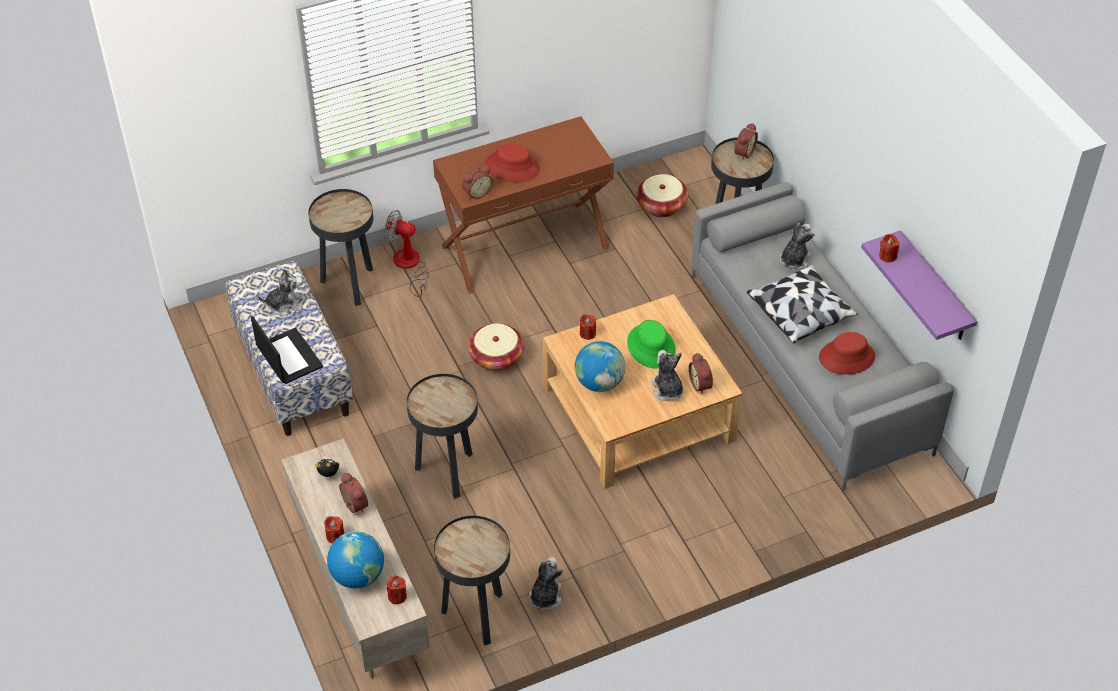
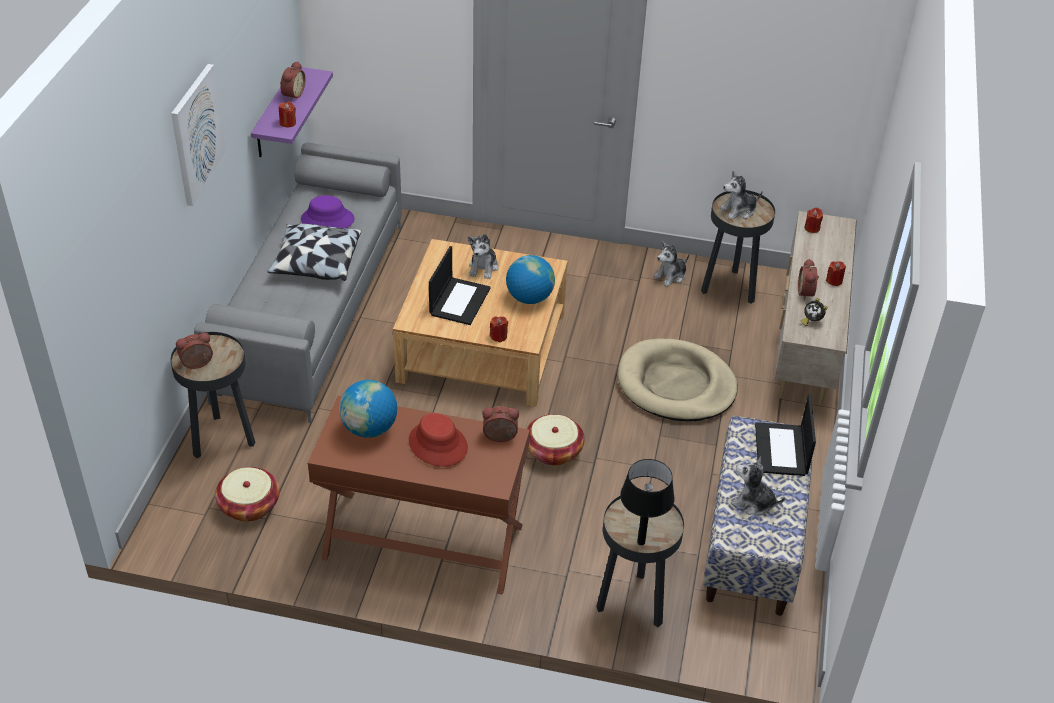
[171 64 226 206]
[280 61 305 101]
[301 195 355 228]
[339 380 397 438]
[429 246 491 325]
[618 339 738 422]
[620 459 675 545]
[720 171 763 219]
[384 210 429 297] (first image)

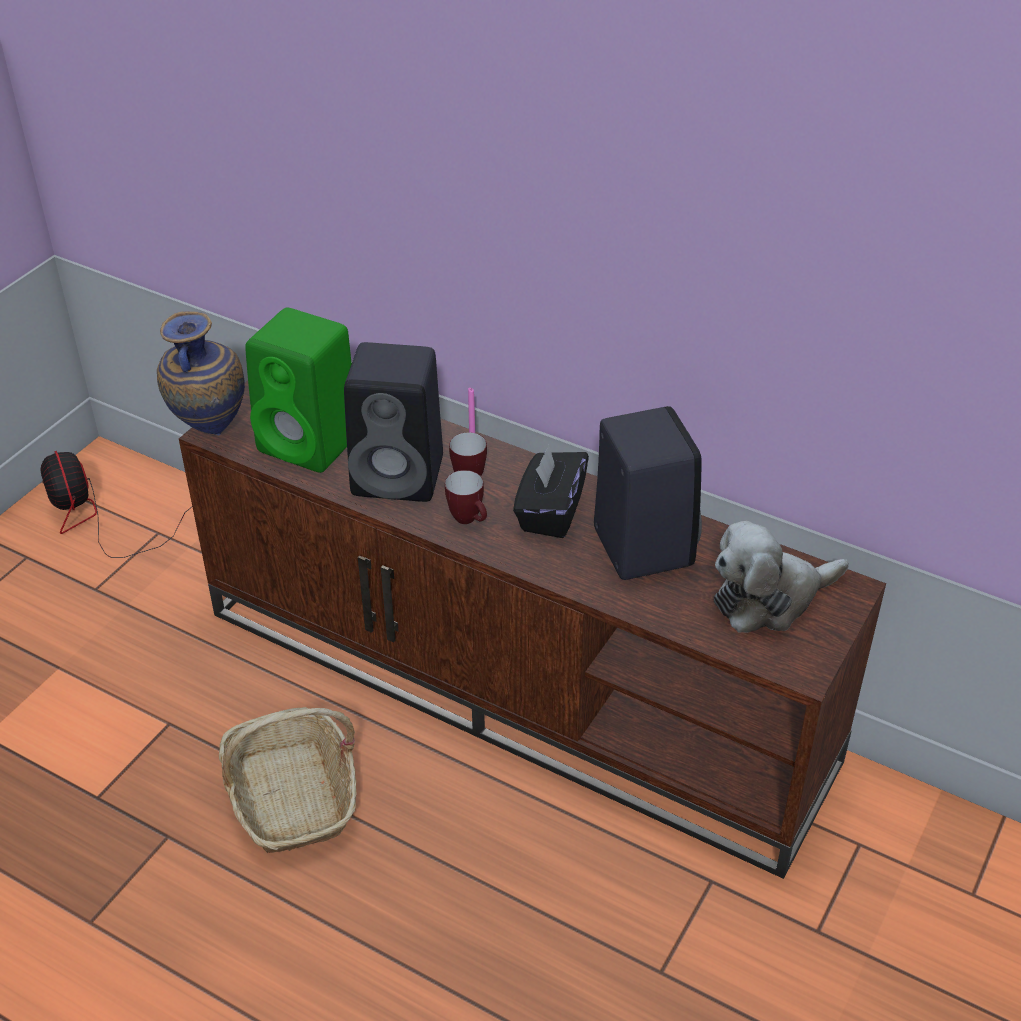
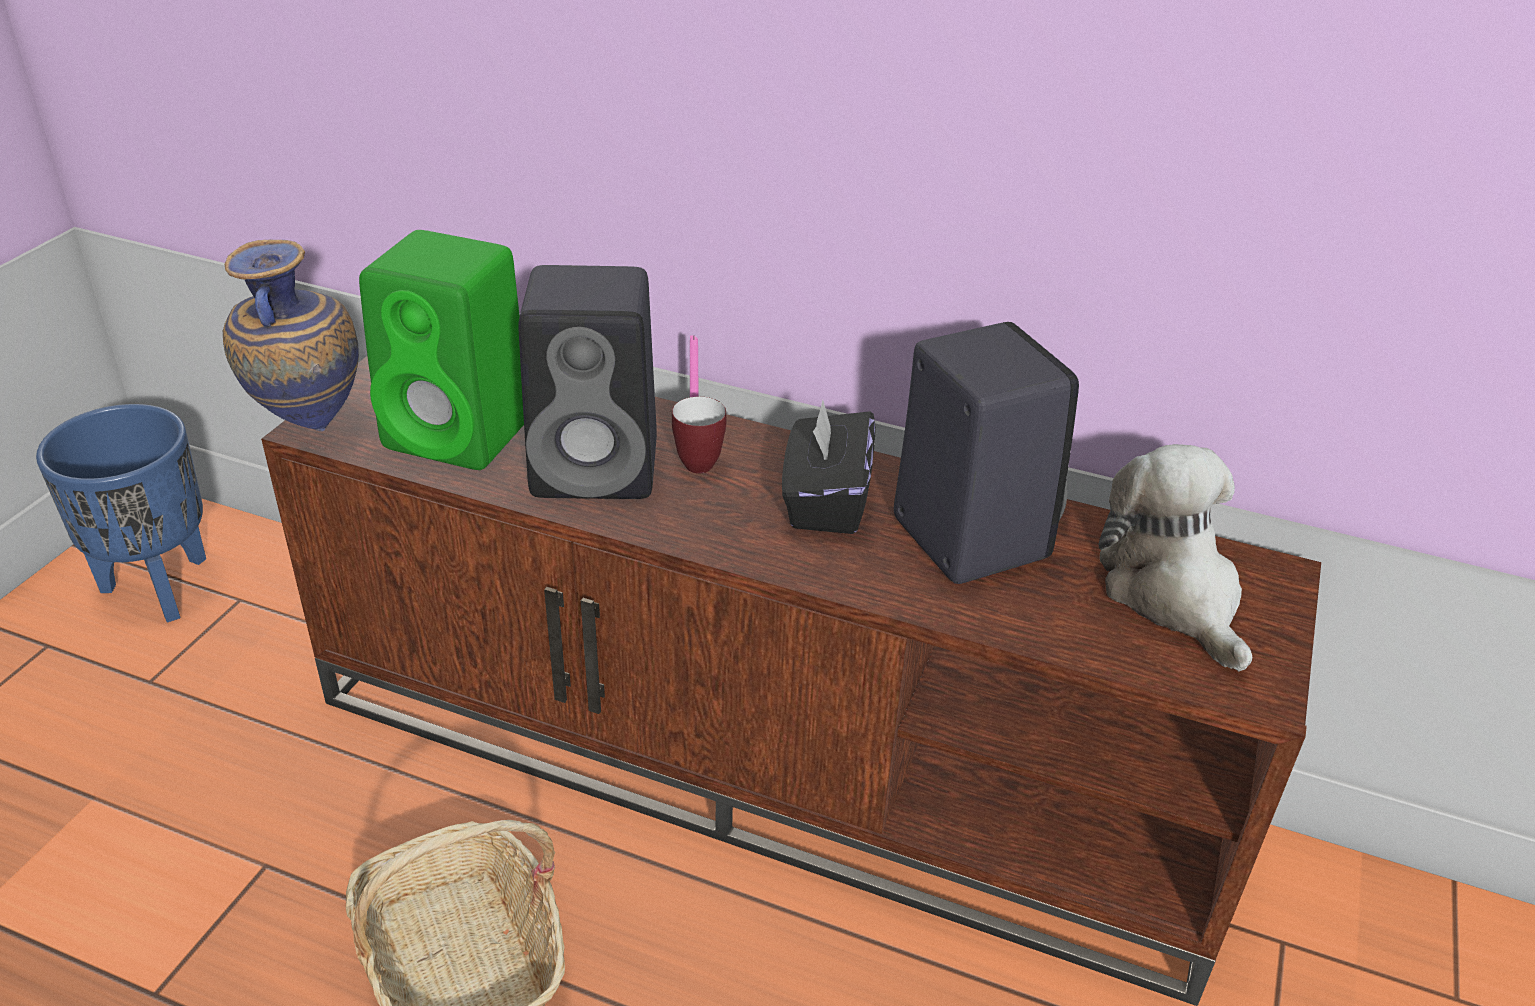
[36 404 206 623]
[1099 444 1252 672]
[445 470 487 524] (first image)

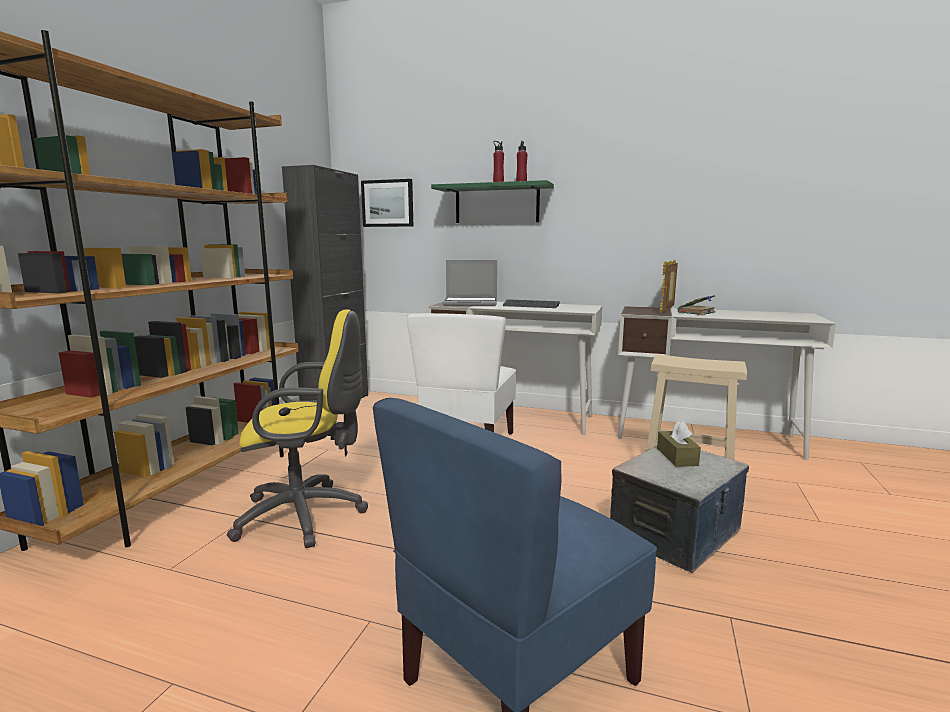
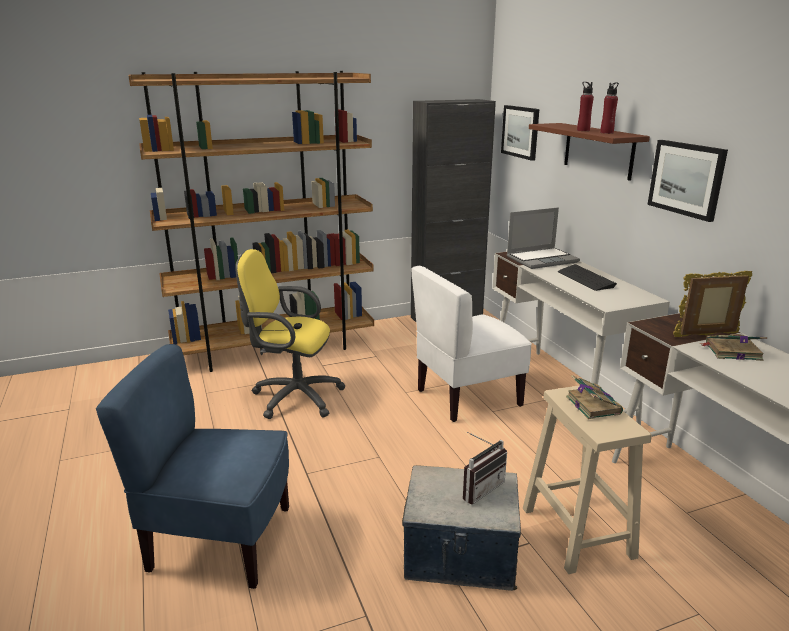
[235 249 346 419]
[463 432 507 504]
[507 207 580 269]
[529 123 650 181]
[566 375 623 419]
[648 140 728 222]

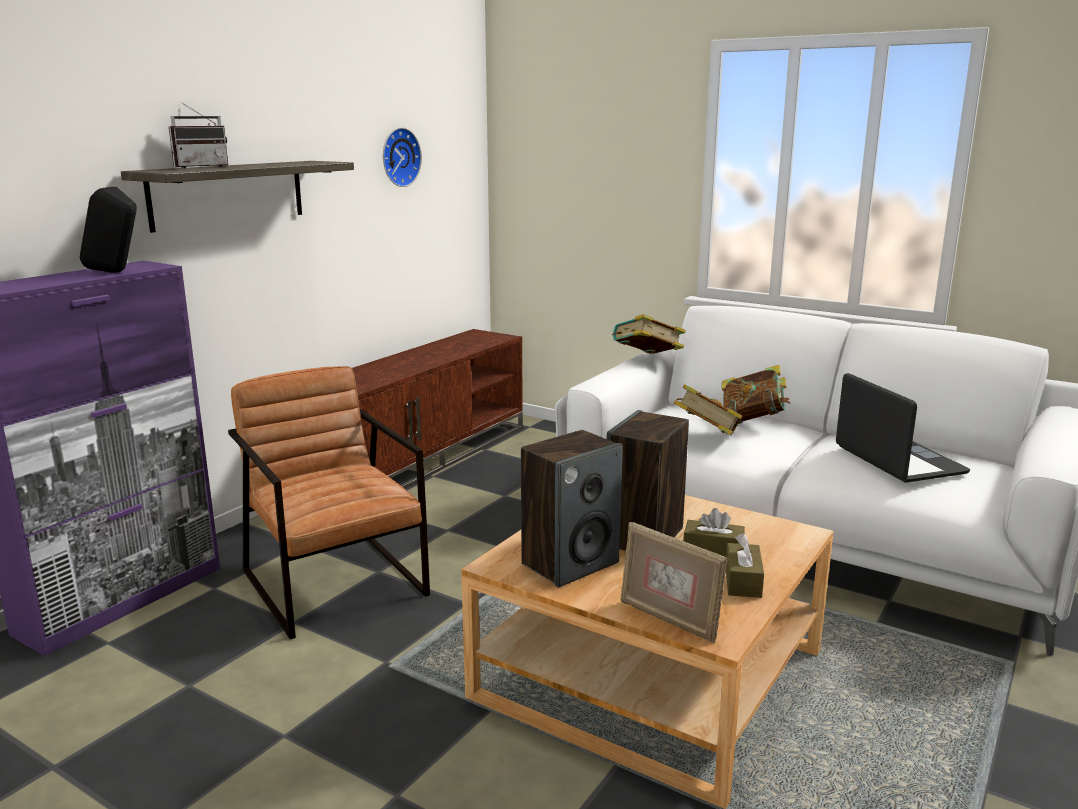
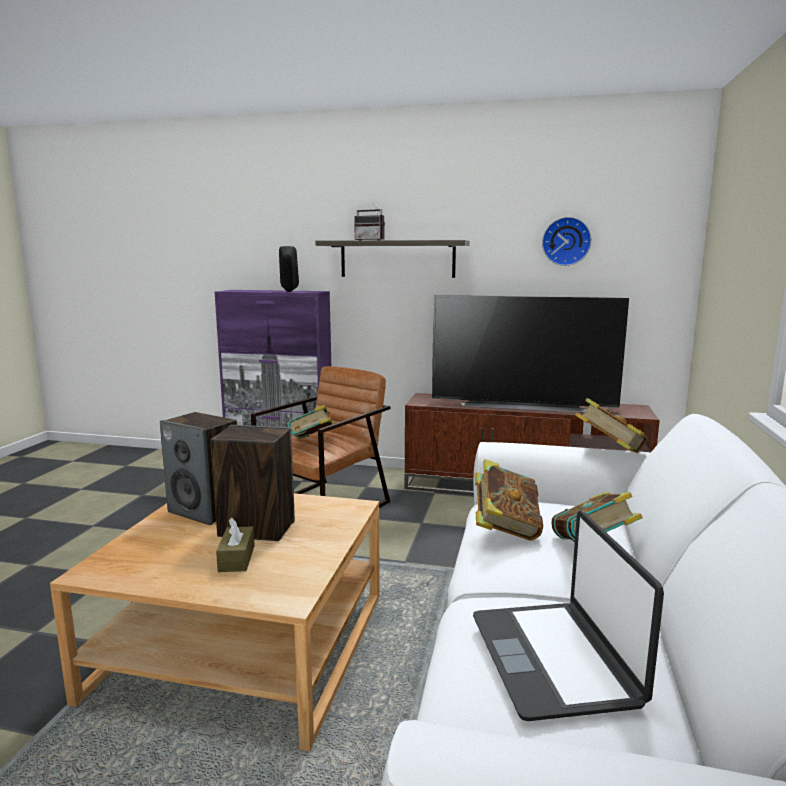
[288 405 335 439]
[432 295 629 412]
[473 511 664 721]
[620 522 727 643] (first image)
[726 533 764 598] (first image)

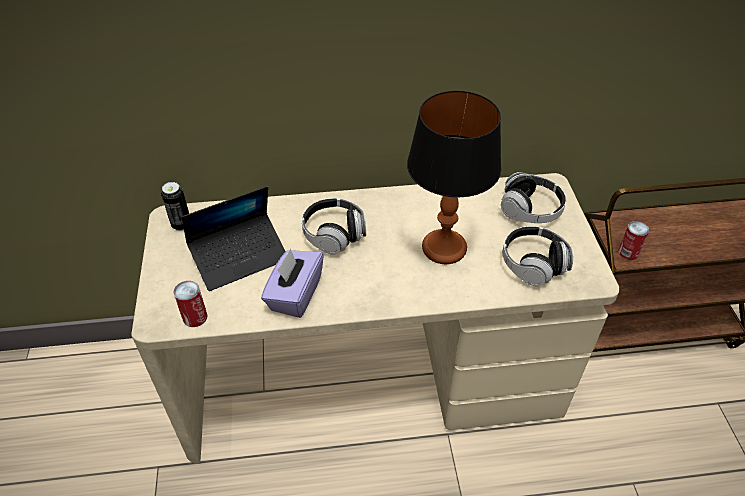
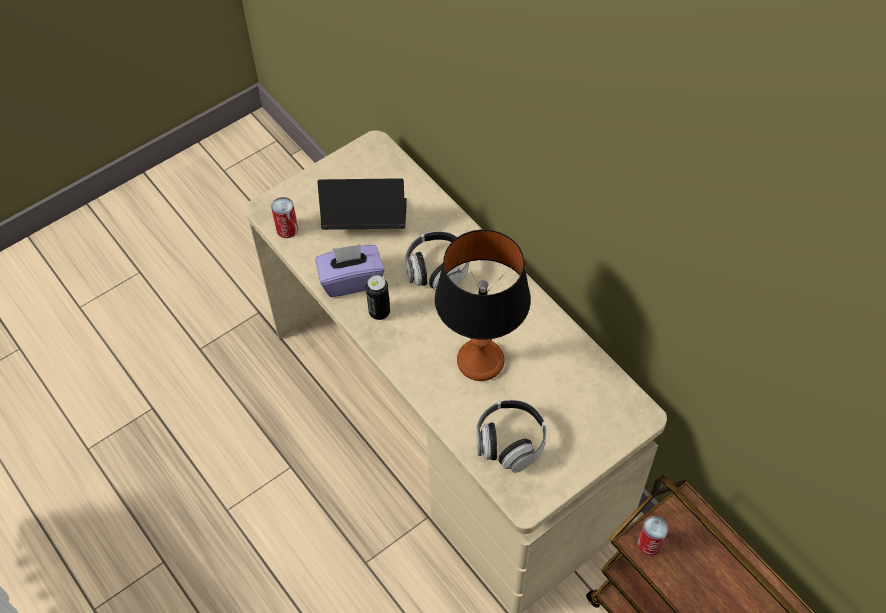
[317 178 407 230]
[366 275 390 320]
[501 172 566 223] (first image)

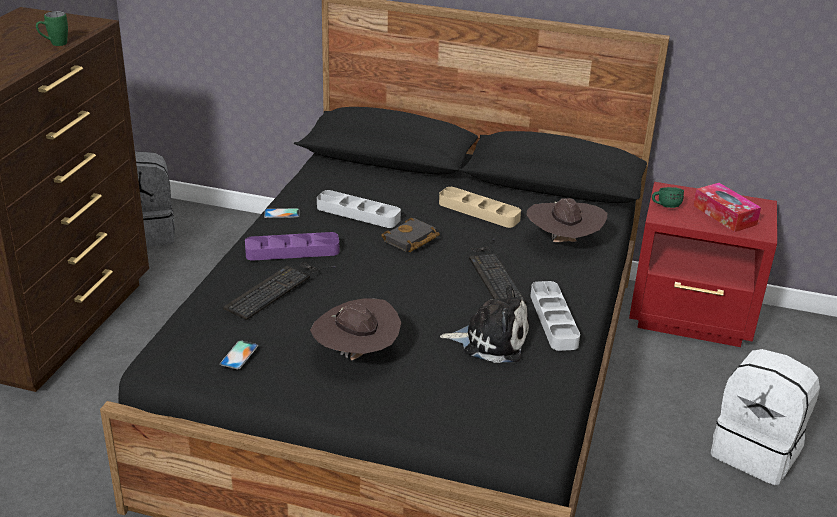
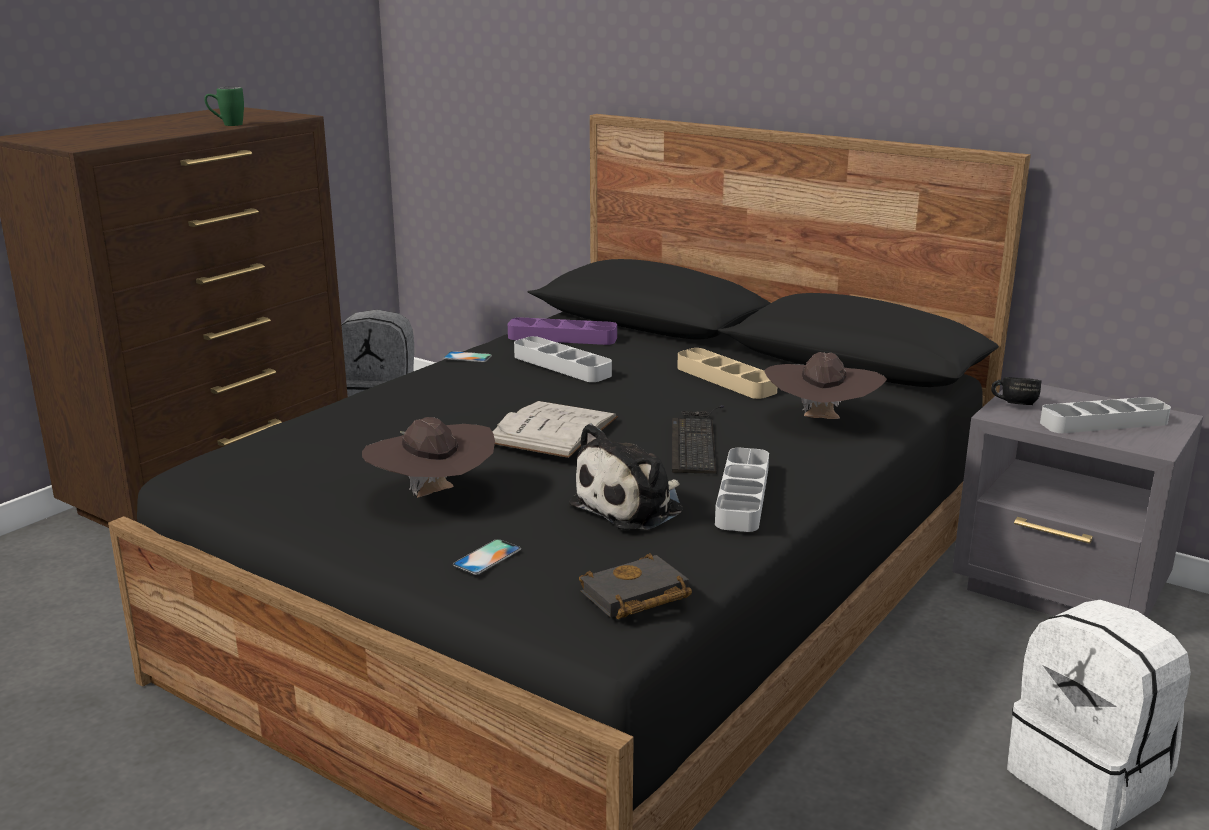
[453 539 521 575]
[493 401 618 458]
[508 317 617 345]
[569 423 683 530]
[579 553 692 619]
[952 384 1203 618]
[991 377 1042 405]
[1040 397 1171 433]
[223 262 336 320] (first image)

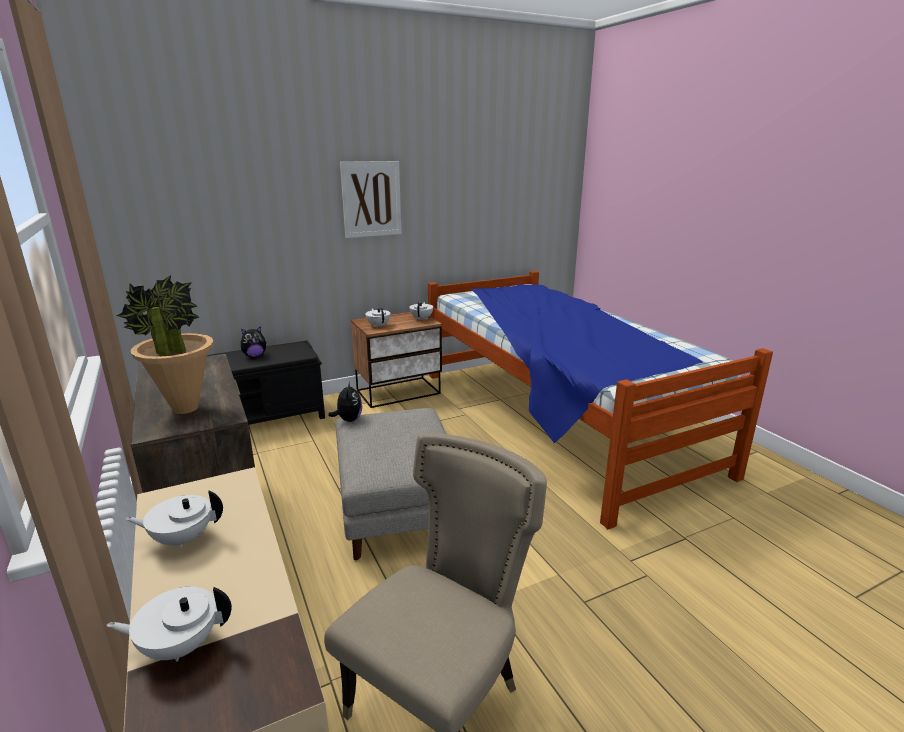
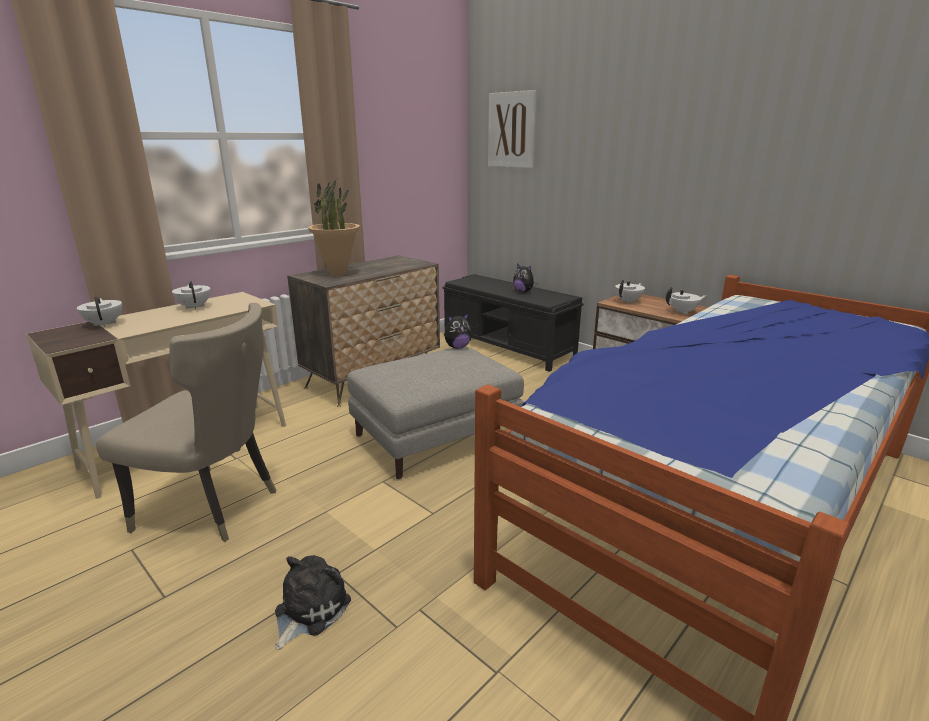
[275 555 351 650]
[488 90 537 168]

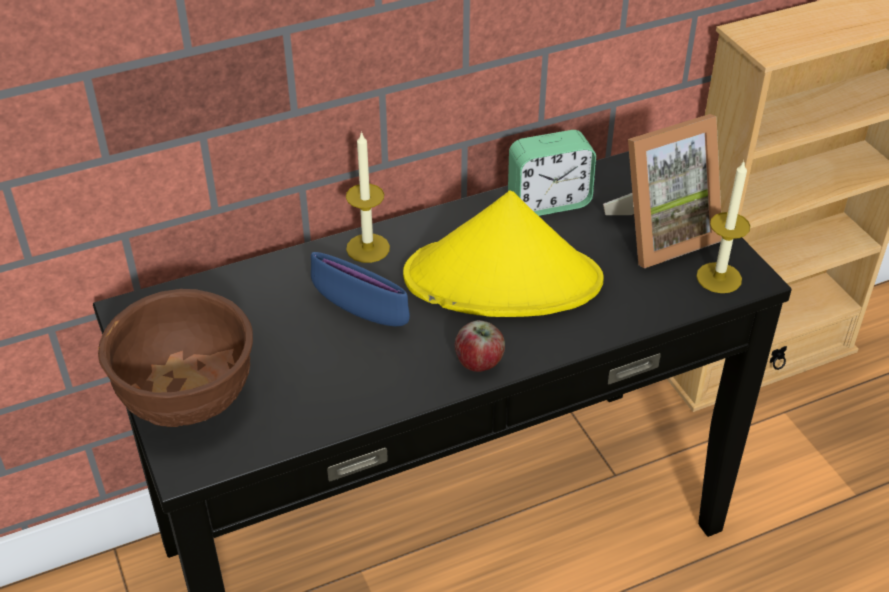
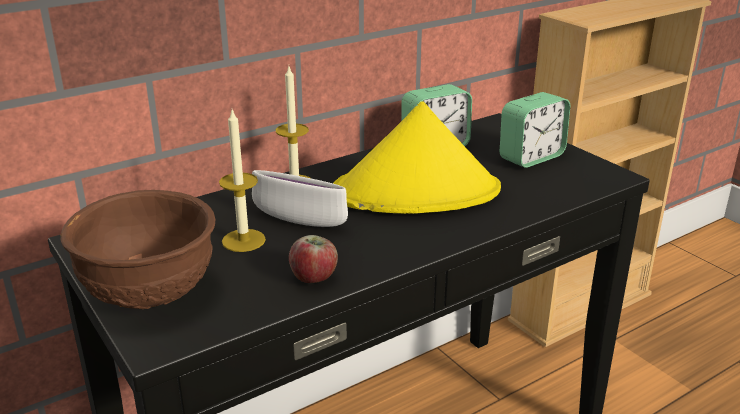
[219 110 266 252]
[252 170 348 227]
[289 235 338 283]
[500 92 570 168]

